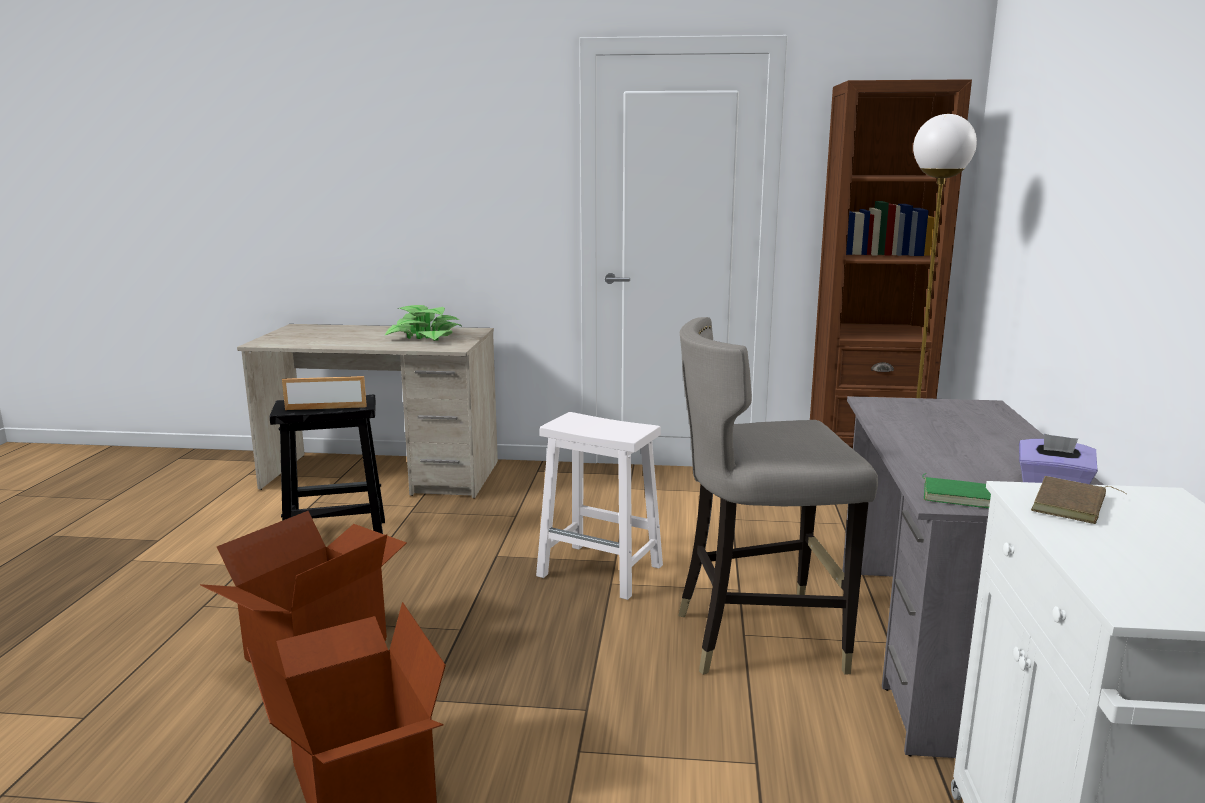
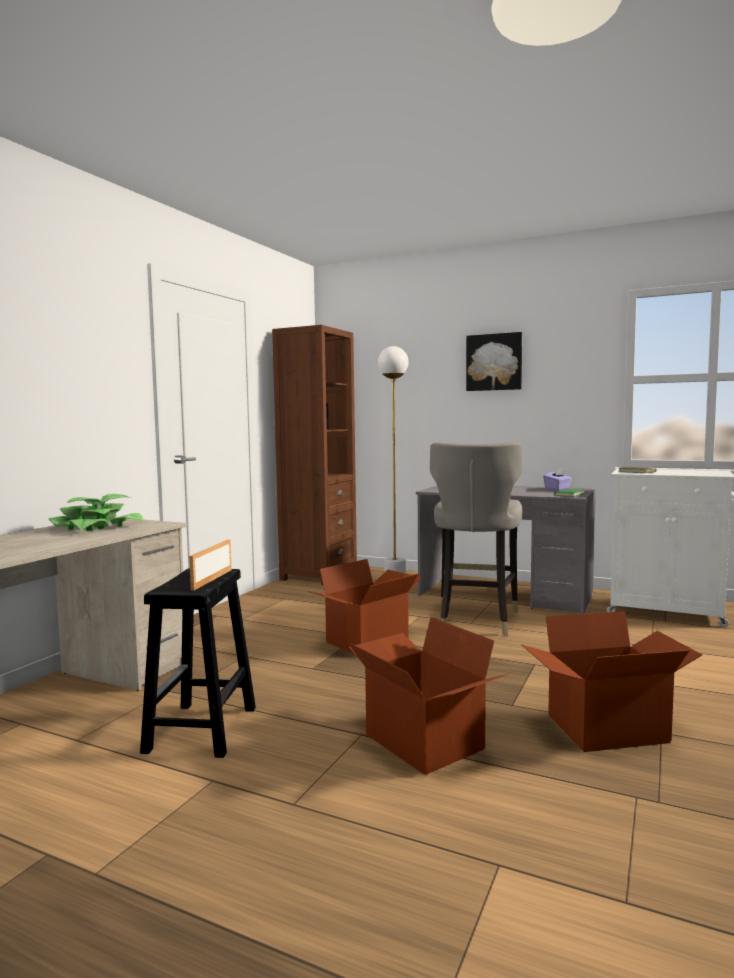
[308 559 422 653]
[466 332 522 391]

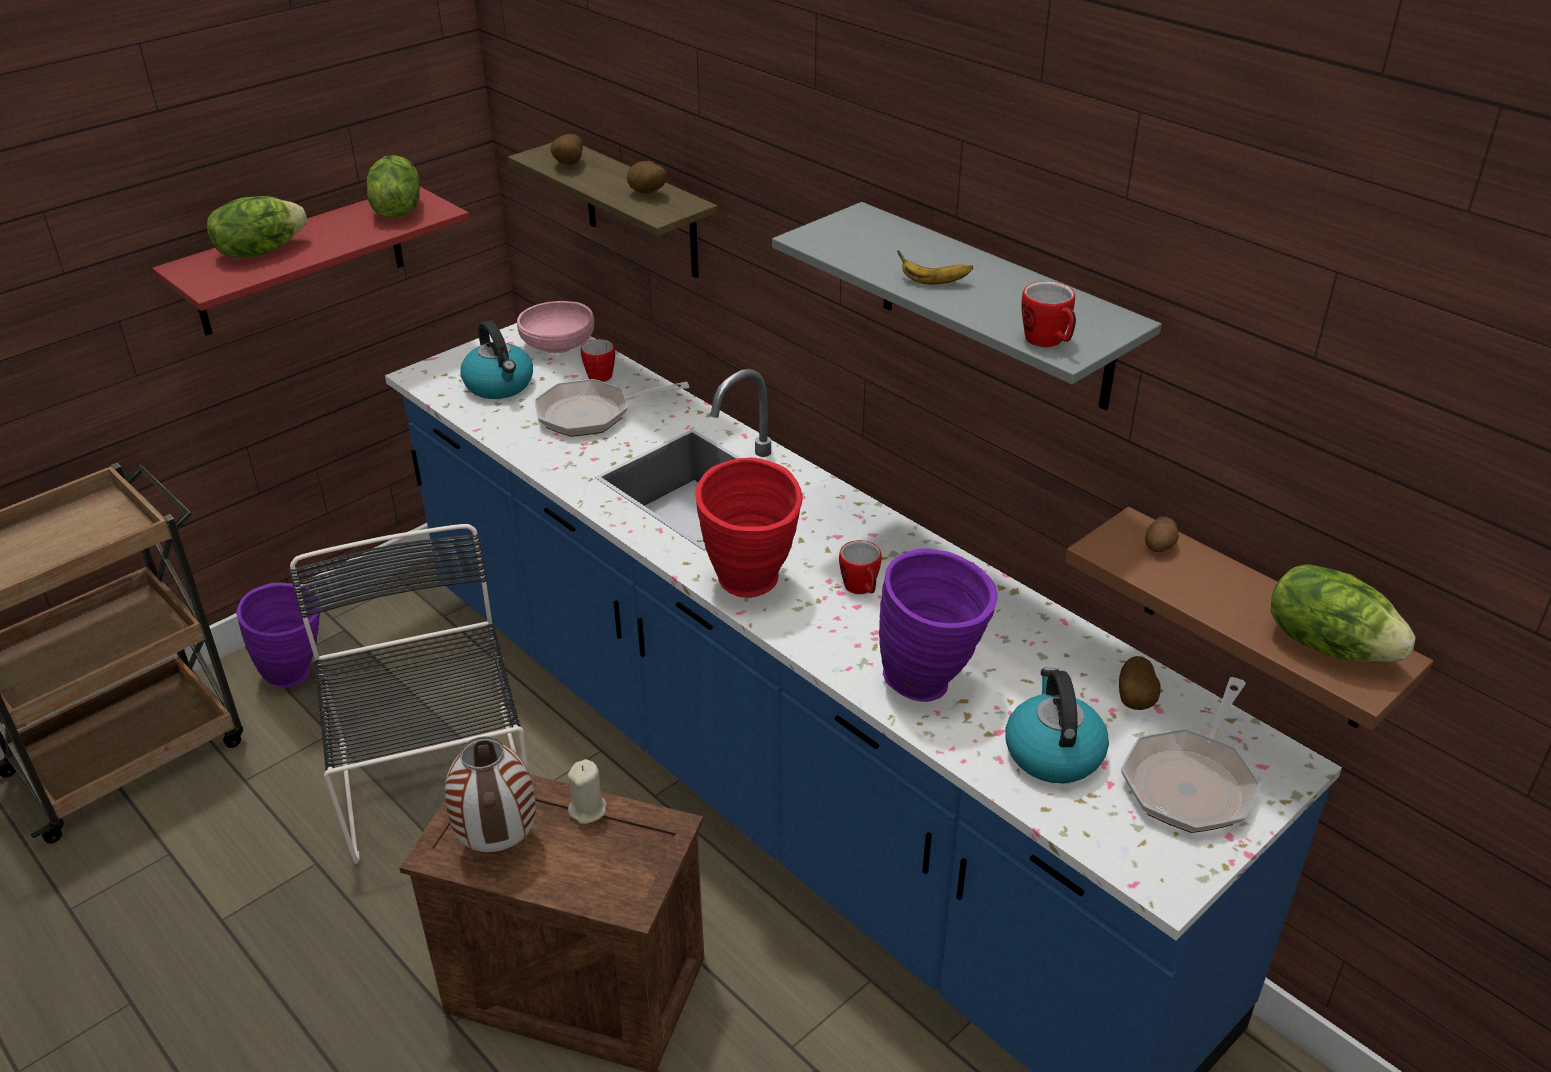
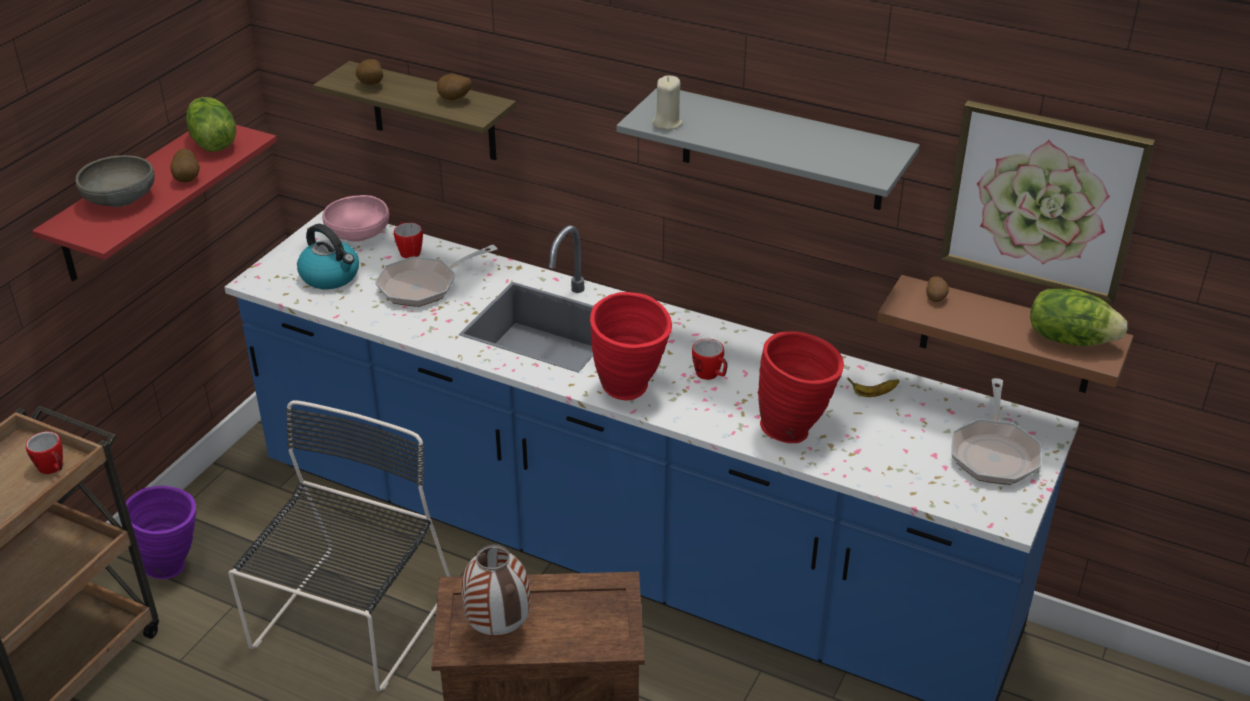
[26 431 63 474]
[75 155 155 207]
[171 149 200 182]
[228 400 451 692]
[652 76 682 130]
[758 331 844 443]
[848 378 899 397]
[940 100 1155 303]
[1005 667 1109 784] (first image)

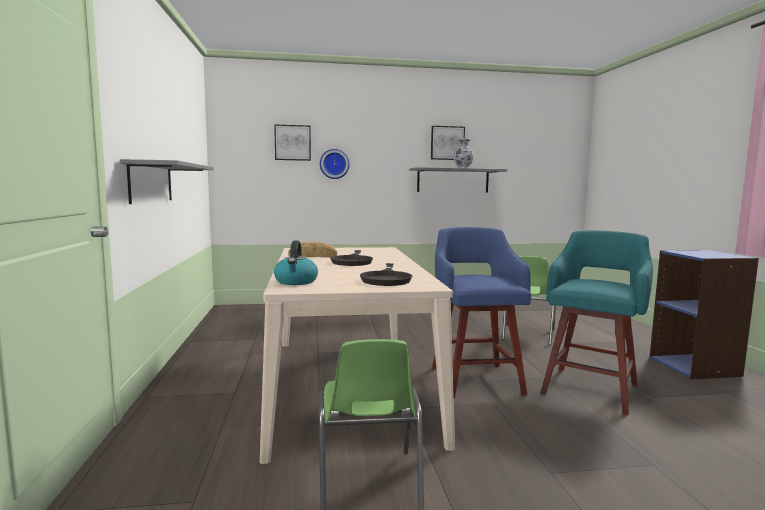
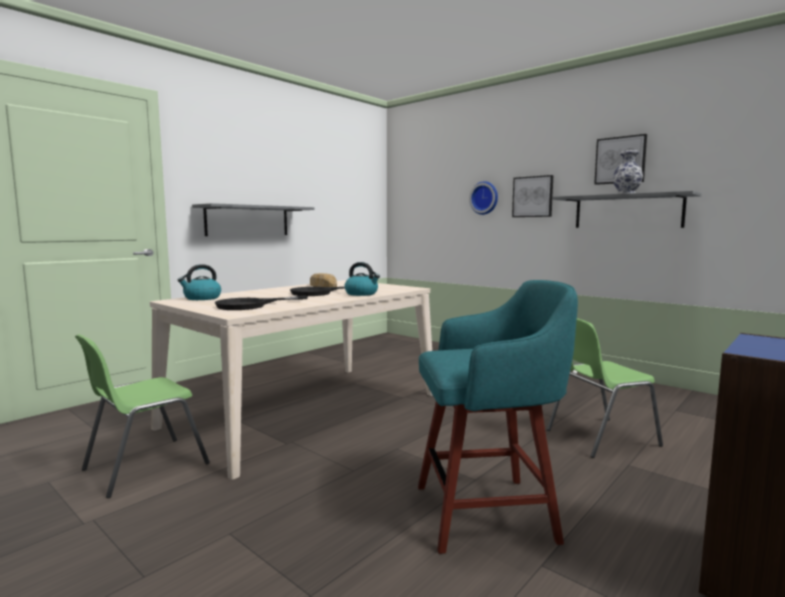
[345 262 380 296]
[512 175 553 217]
[432 227 531 399] (first image)

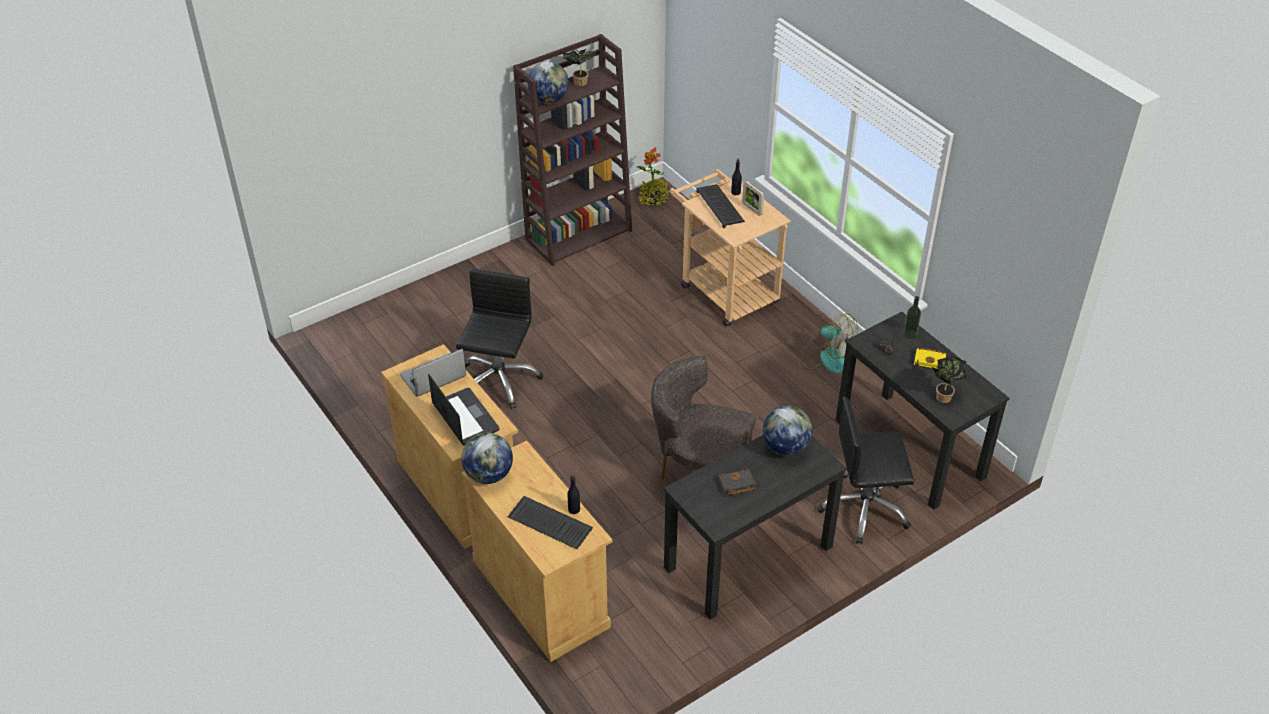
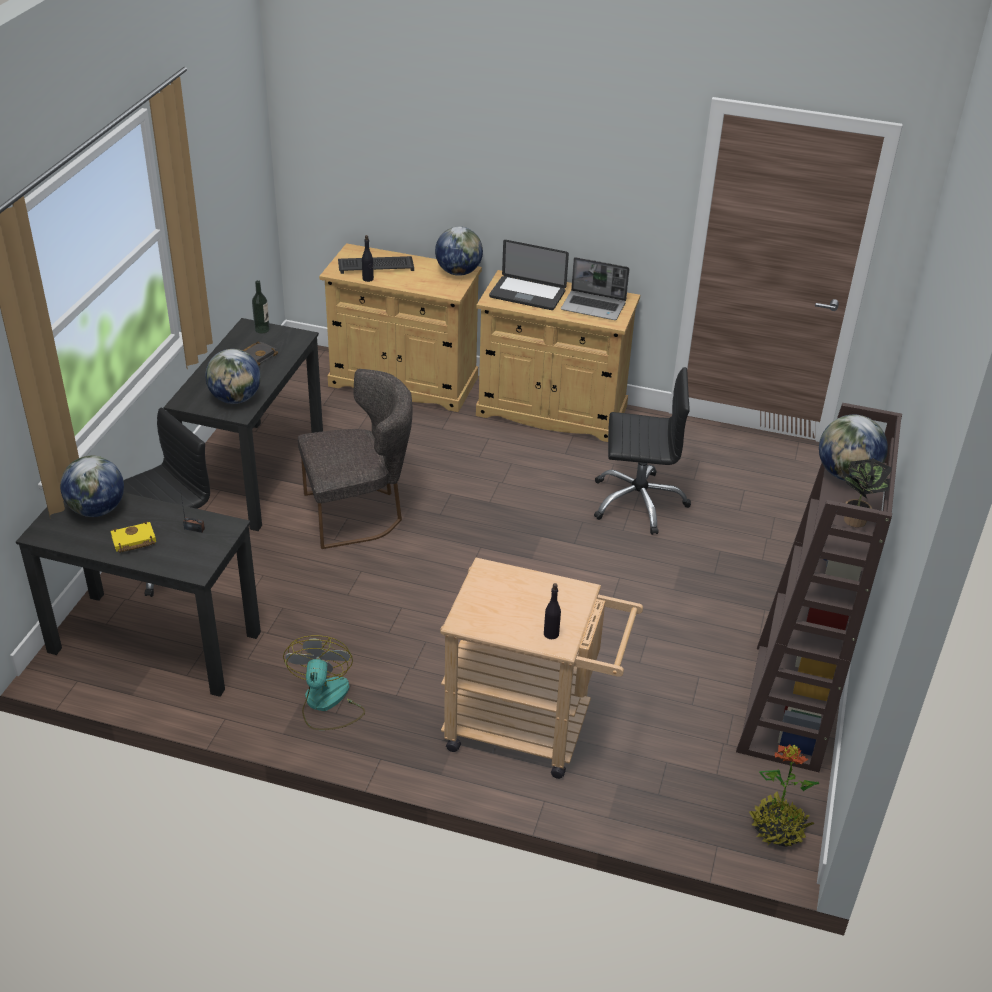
[60 456 124 517]
[252 280 270 333]
[283 635 365 730]
[561 257 629 320]
[594 367 691 535]
[696 184 745 228] (first image)
[742 181 764 216] (first image)

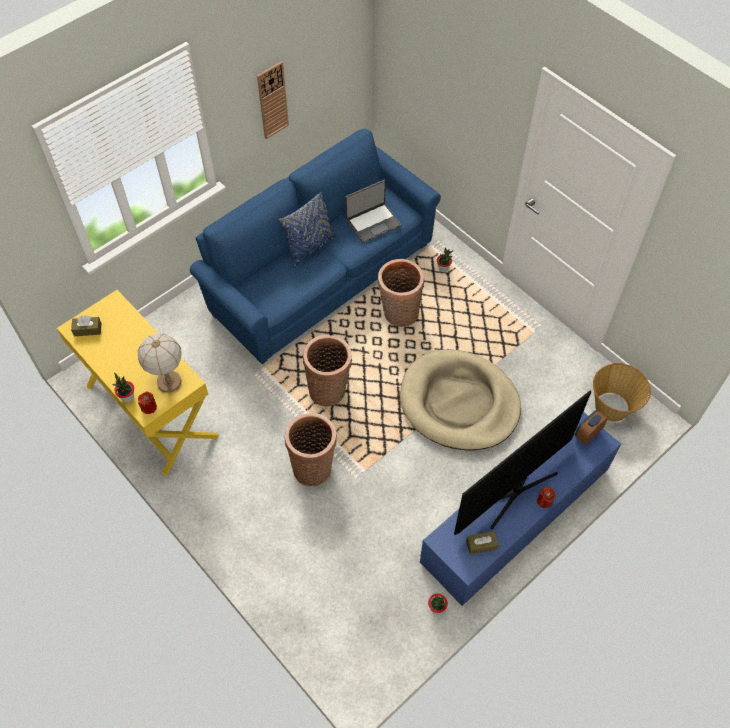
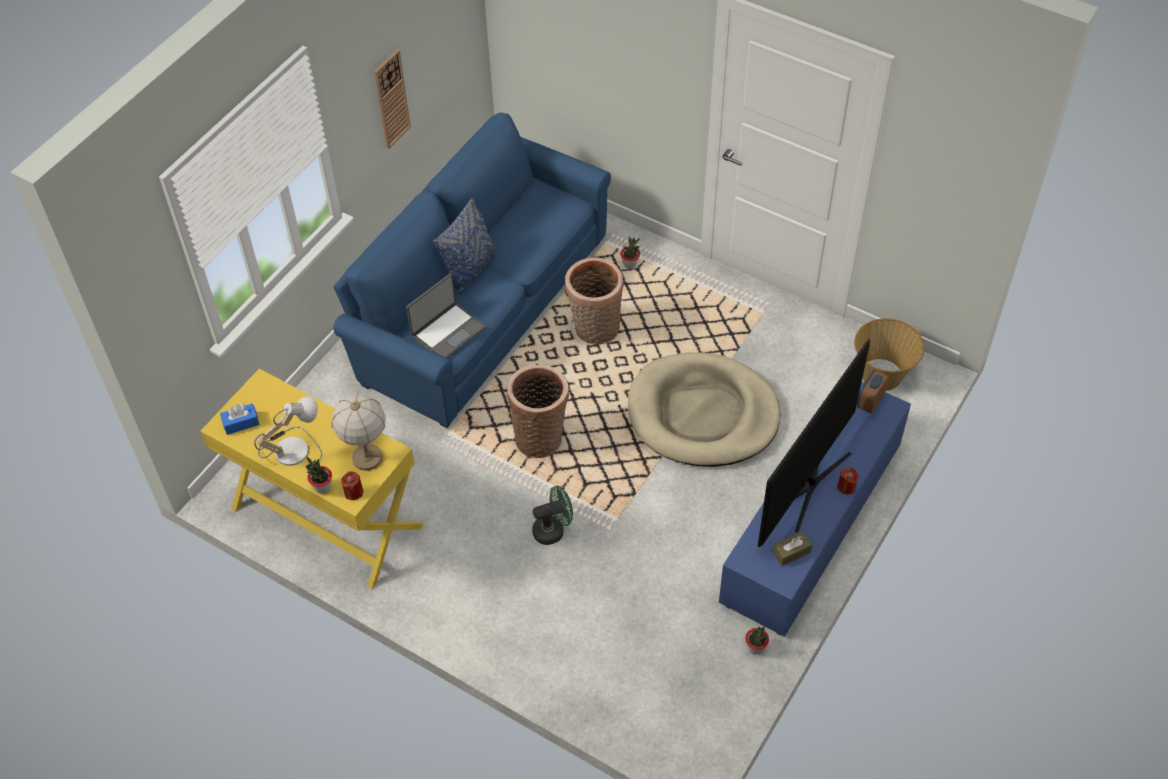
[220 403 260 435]
[254 396 322 470]
[406 273 486 358]
[532 486 573 545]

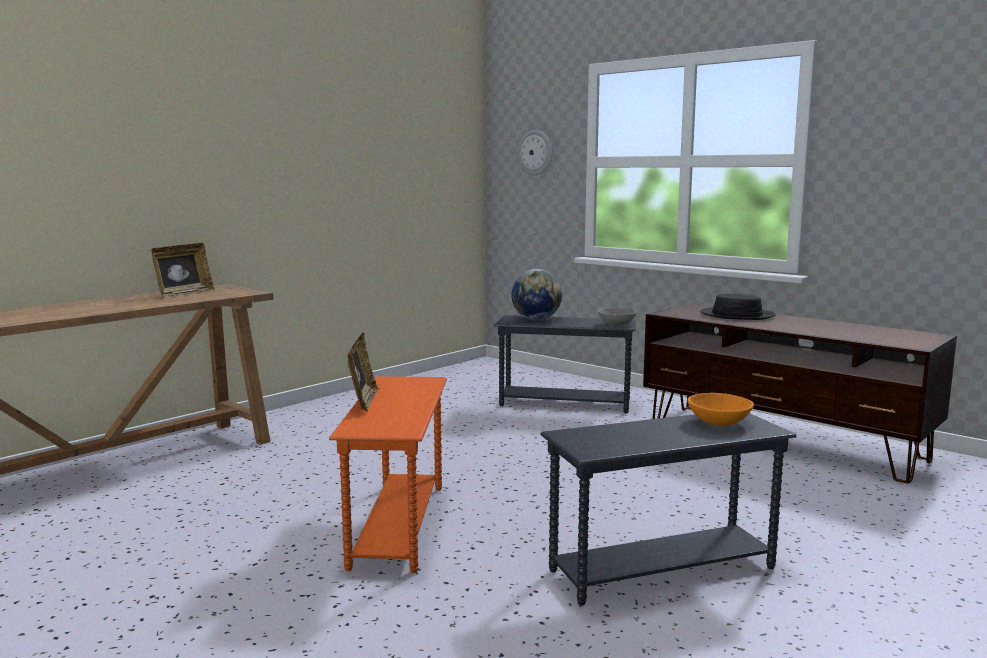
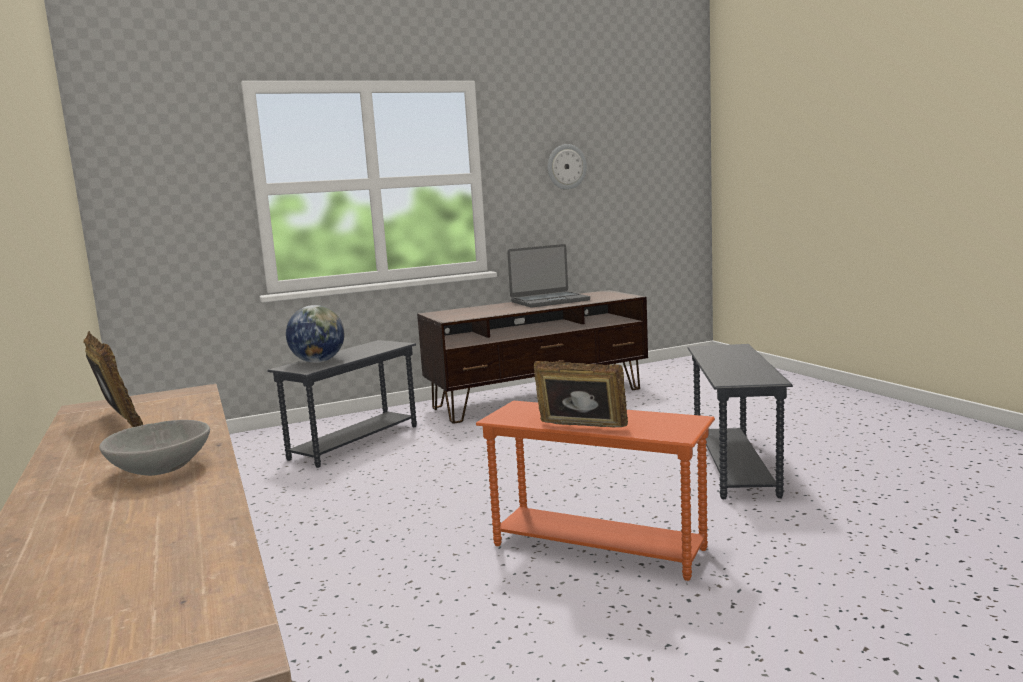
[99 420 210 476]
[507 244 590 308]
[547 144 587 190]
[688 393 754 426] (first image)
[700 294 775 320] (first image)

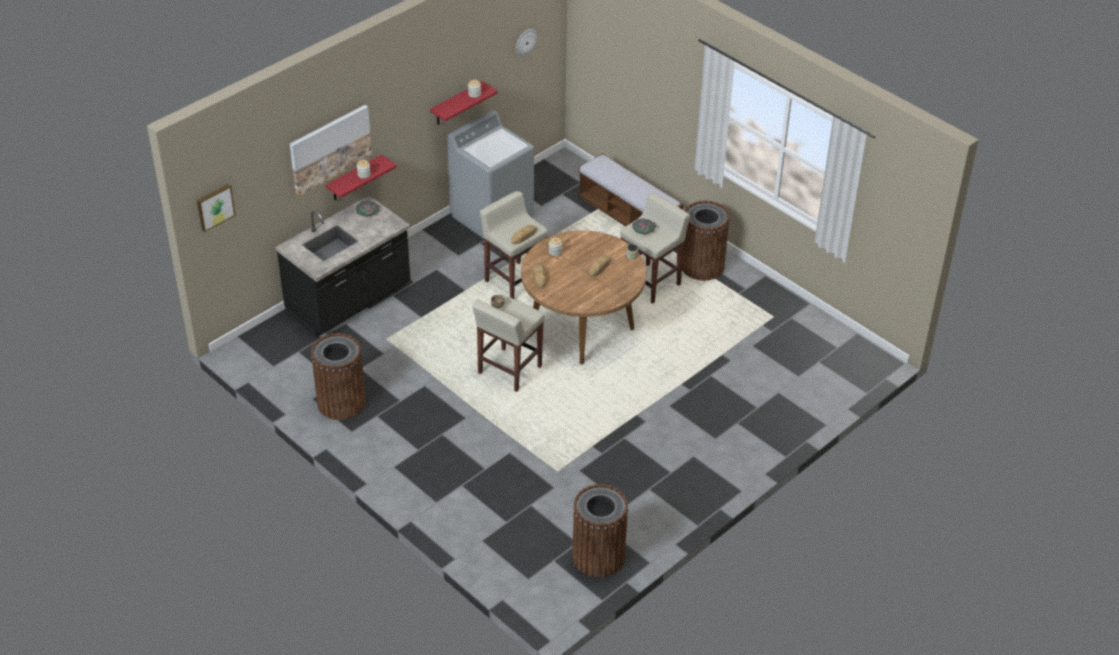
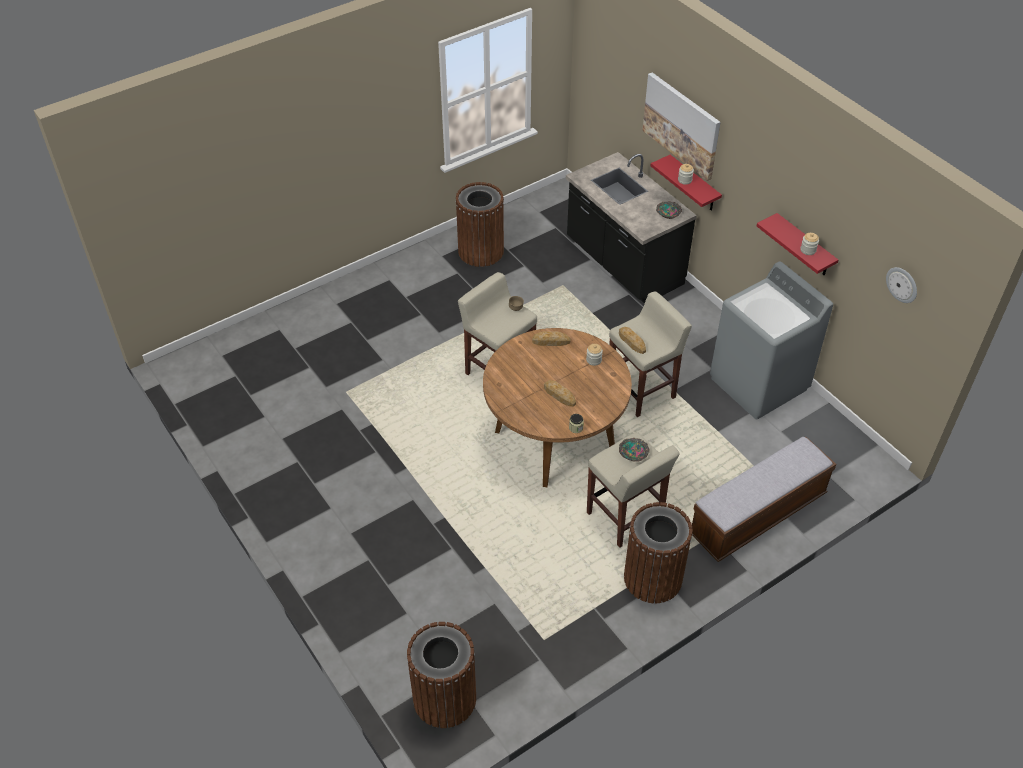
[407 622 476 728]
[197 184 236 232] (first image)

